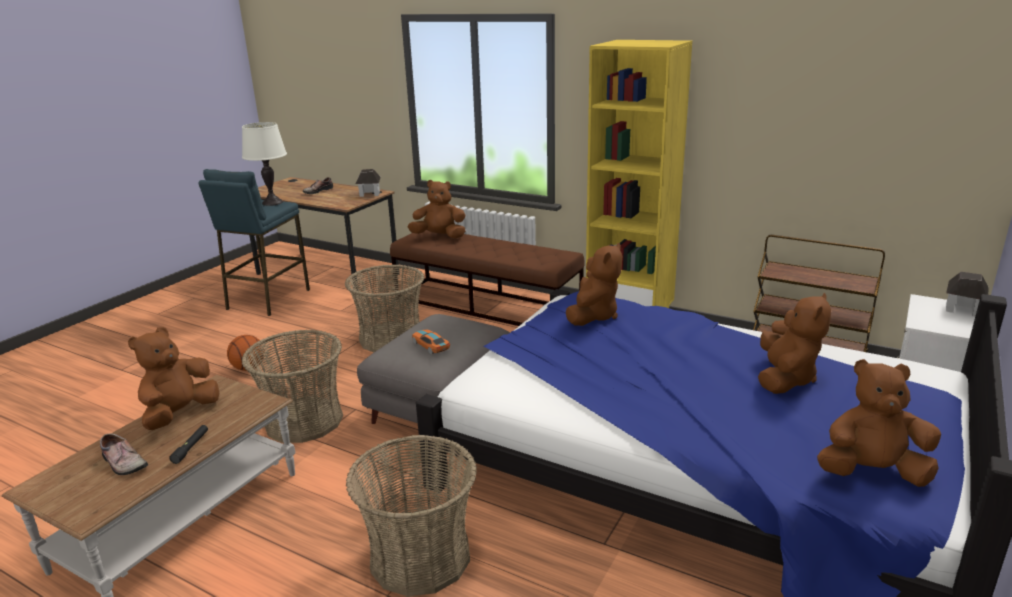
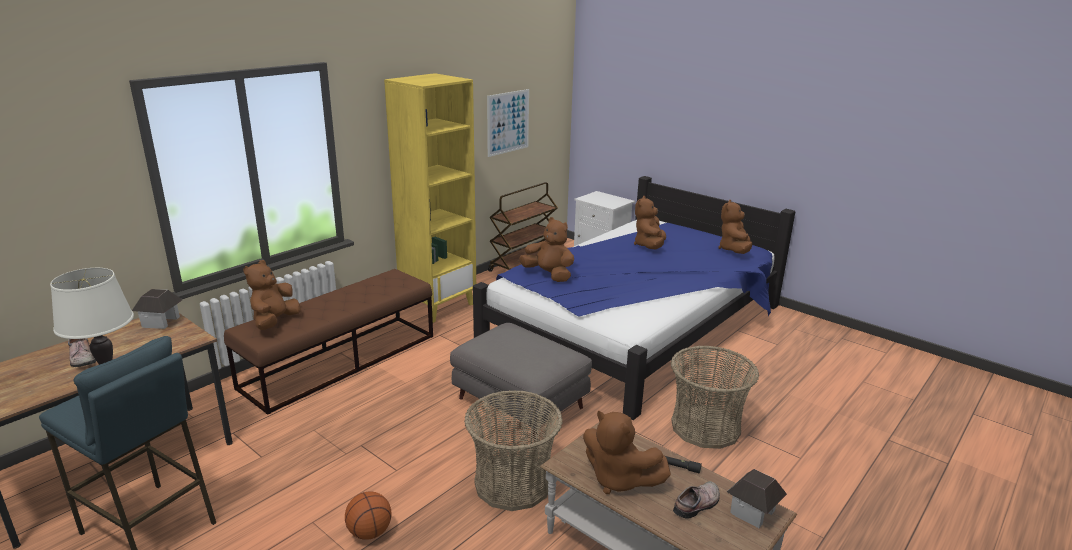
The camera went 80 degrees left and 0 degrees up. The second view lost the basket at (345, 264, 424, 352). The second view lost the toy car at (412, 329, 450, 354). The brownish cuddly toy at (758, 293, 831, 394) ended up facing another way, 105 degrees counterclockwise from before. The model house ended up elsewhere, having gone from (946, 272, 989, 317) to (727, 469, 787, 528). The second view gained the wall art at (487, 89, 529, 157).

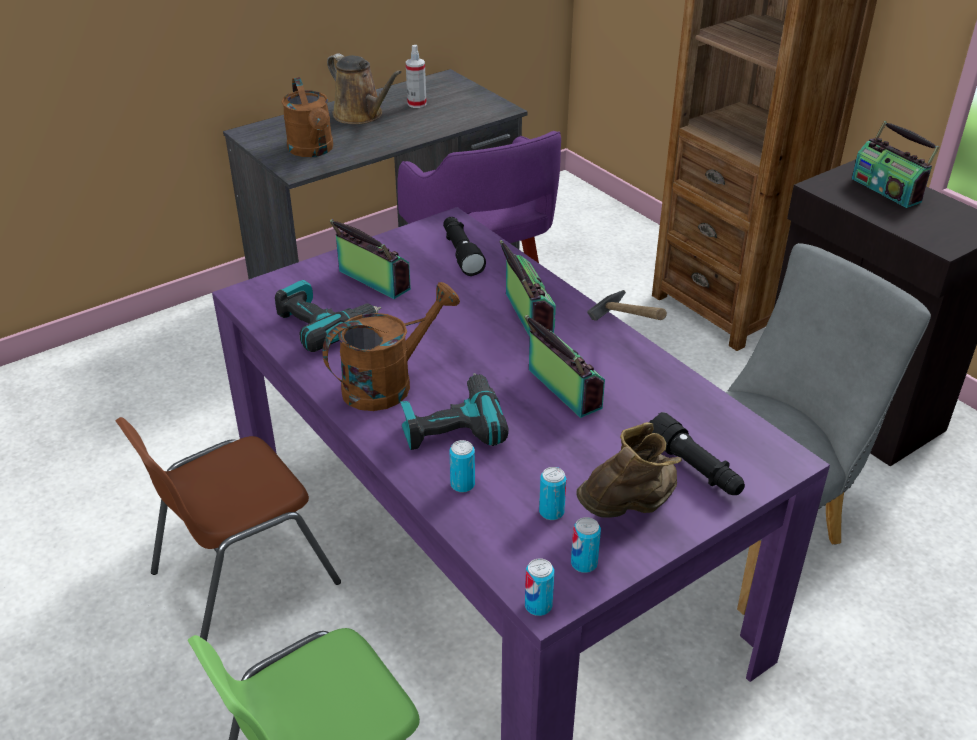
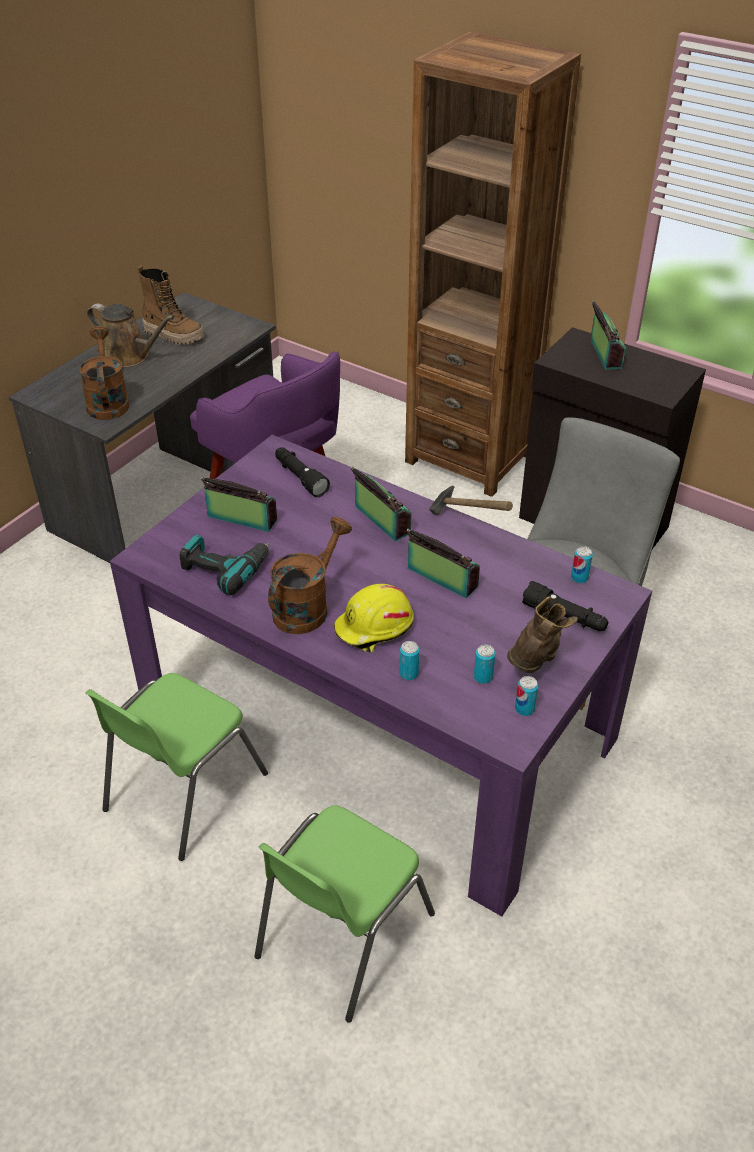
The camera went 20 degrees left and 5 degrees up. What was the brownish upright chair at (115, 417, 341, 641) turned into the greenish upright chair at (85, 673, 268, 861). The brownish sprinkling can at (282, 77, 333, 157) ended up facing another way, 150 degrees counterclockwise from before. Where the drill stood at (400, 373, 509, 450), the yellowish safety helmet came to stand at (334, 584, 414, 653). Where the spray bottle stood at (406, 45, 427, 108), the high-top boot came to stand at (138, 266, 204, 345). The sealed can ended up elsewhere, having gone from (525, 559, 554, 616) to (571, 546, 593, 583). The radio receiver at (852, 121, 940, 208) ended up facing another way, 135 degrees counterclockwise from before.

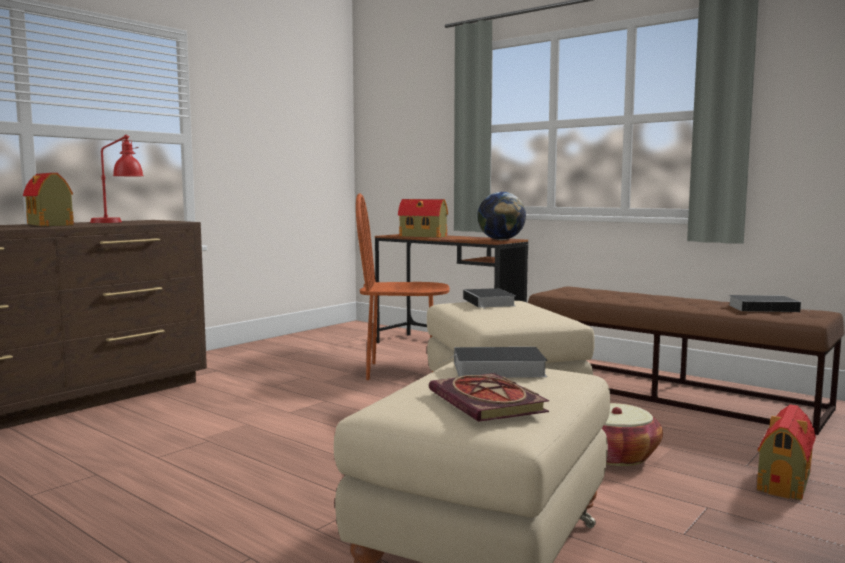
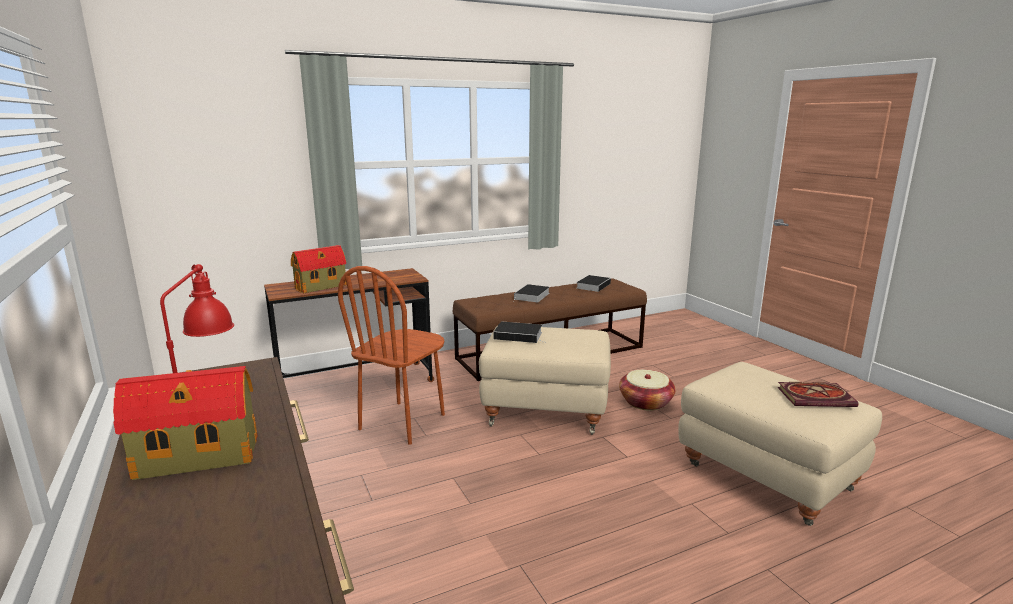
The camera went 65 degrees left and 10 degrees up. The volume ended up elsewhere, having gone from (439, 347, 548, 378) to (513, 284, 549, 302). The second view lost the globe at (477, 192, 526, 240). The second view lost the model house at (757, 404, 816, 500).

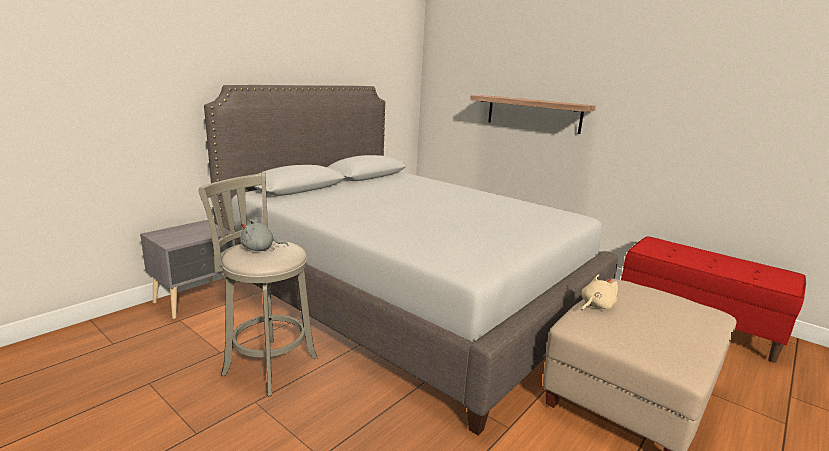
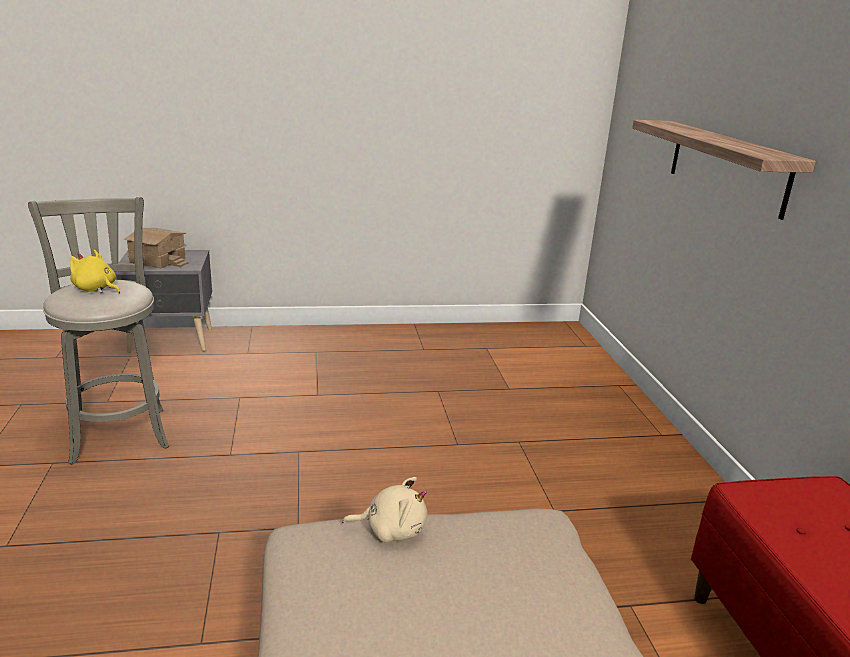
The camera went 40 degrees right and 5 degrees up. The second view lost the gray sleeping bed at (204, 85, 618, 435). What was the gray cuddly toy at (240, 219, 288, 251) turned into the yellowish cuddly toy at (70, 250, 120, 293). The second view gained the model house at (124, 228, 188, 268).

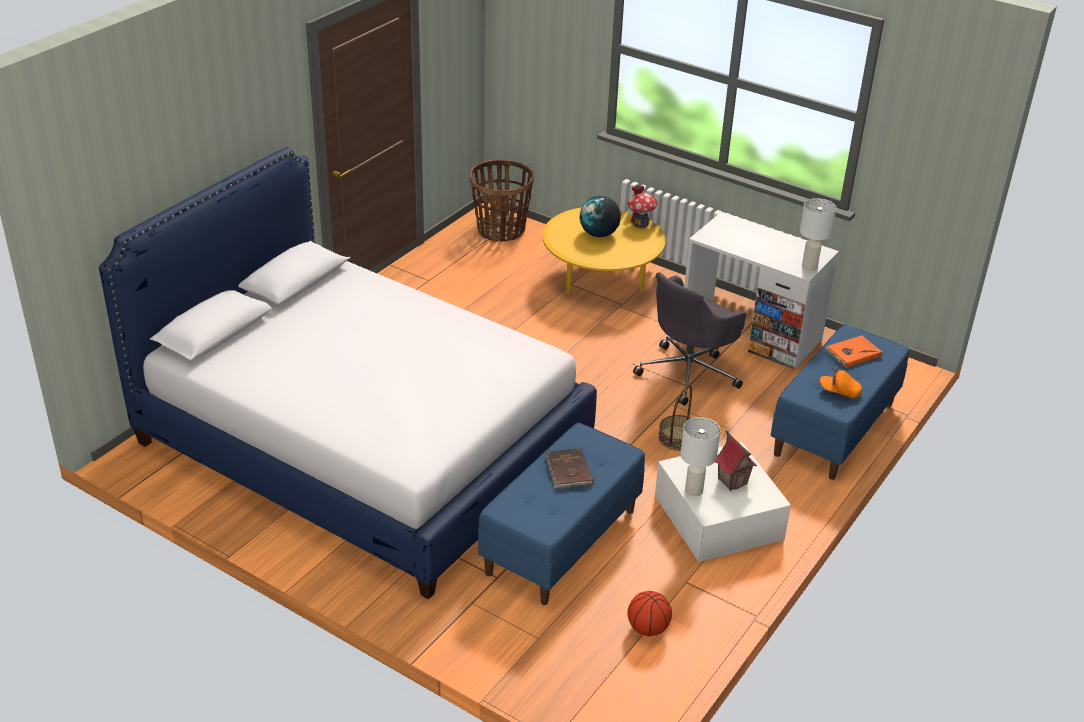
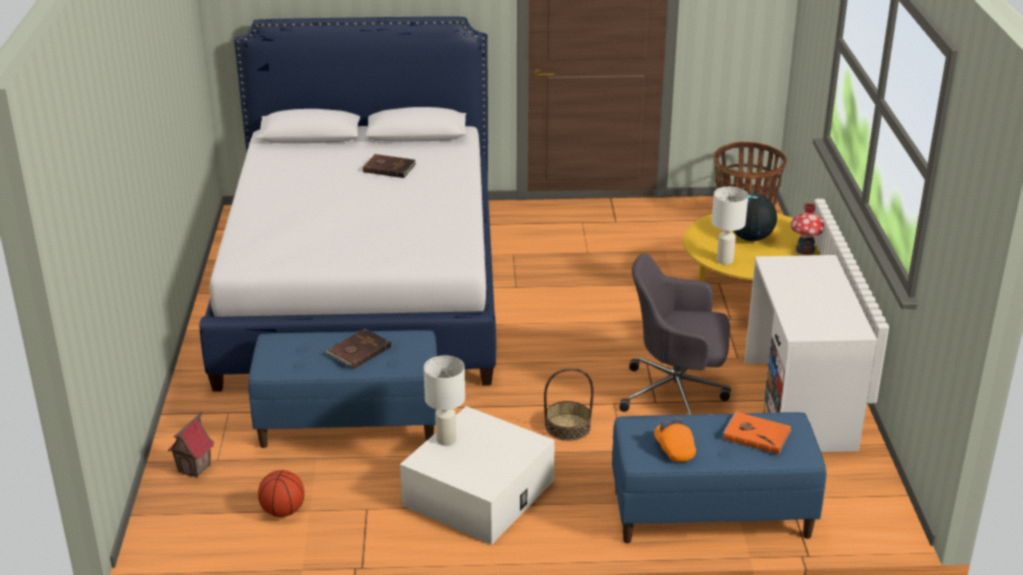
The camera went 55 degrees right and 5 degrees down. The model house ended up elsewhere, having gone from (715, 430, 757, 491) to (168, 411, 215, 478). The whitish tabletop lamp ended up elsewhere, having gone from (800, 198, 836, 271) to (711, 187, 748, 265). The second view gained the brownish volume at (363, 154, 416, 178).

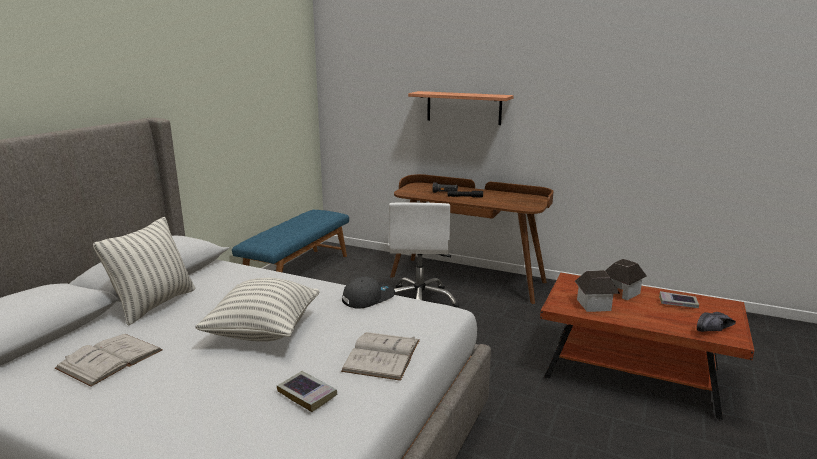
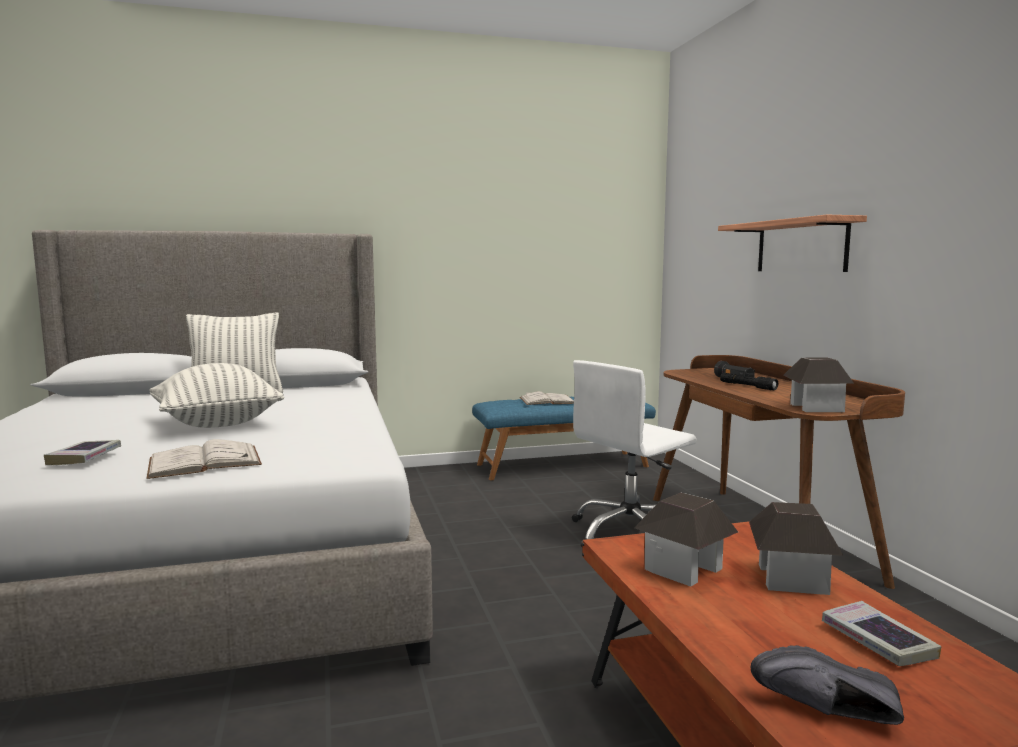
The camera went 50 degrees right and 10 degrees down. The whitish volume ended up elsewhere, having gone from (54, 334, 163, 387) to (520, 391, 574, 405). The second view lost the gray cap at (342, 276, 395, 309). The second view gained the model house at (784, 358, 854, 412).

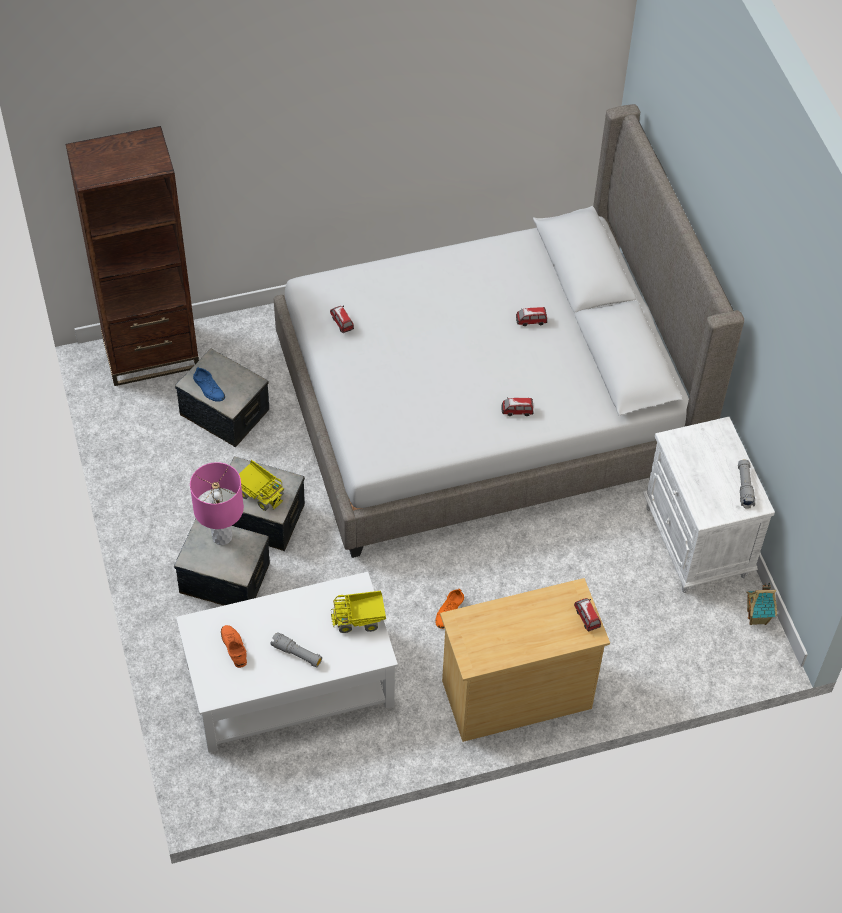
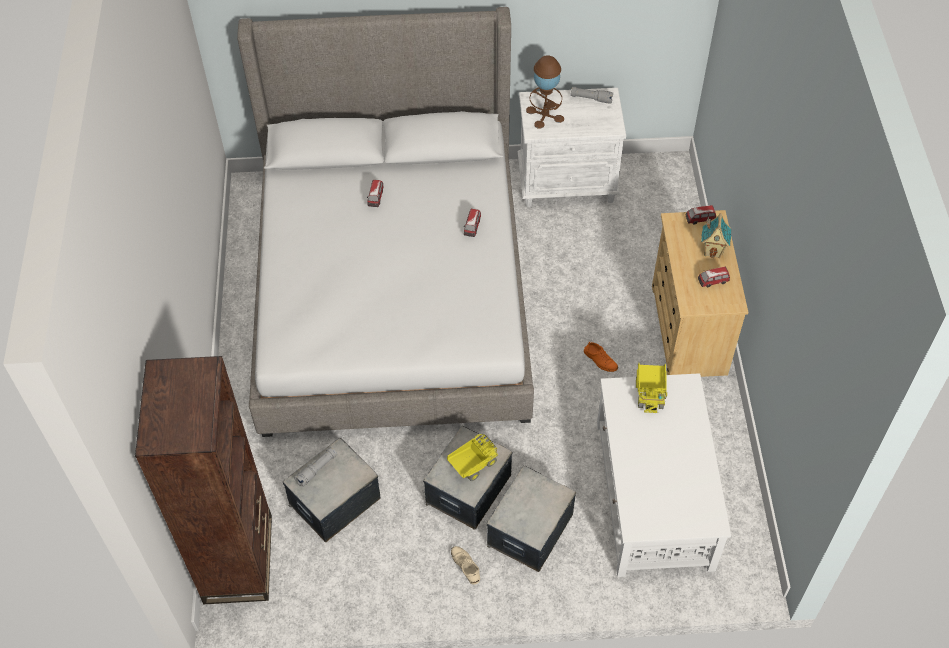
The camera went 75 degrees left and 0 degrees up. The second view lost the pink-coloured tabletop lamp at (190, 462, 244, 545). The second view lost the bluish item of footwear at (193, 367, 225, 401). The second view lost the orange item of footwear at (221, 625, 247, 668). The gray hand torch ended up elsewhere, having gone from (270, 632, 322, 667) to (294, 447, 337, 487). The toy car ended up elsewhere, having gone from (330, 306, 354, 333) to (698, 266, 730, 287). The model house ended up elsewhere, having gone from (746, 582, 777, 625) to (701, 213, 731, 258). The second view gained the beige-coloured item of footwear at (451, 546, 480, 585). The second view gained the brownish tabletop lamp at (526, 55, 564, 129).

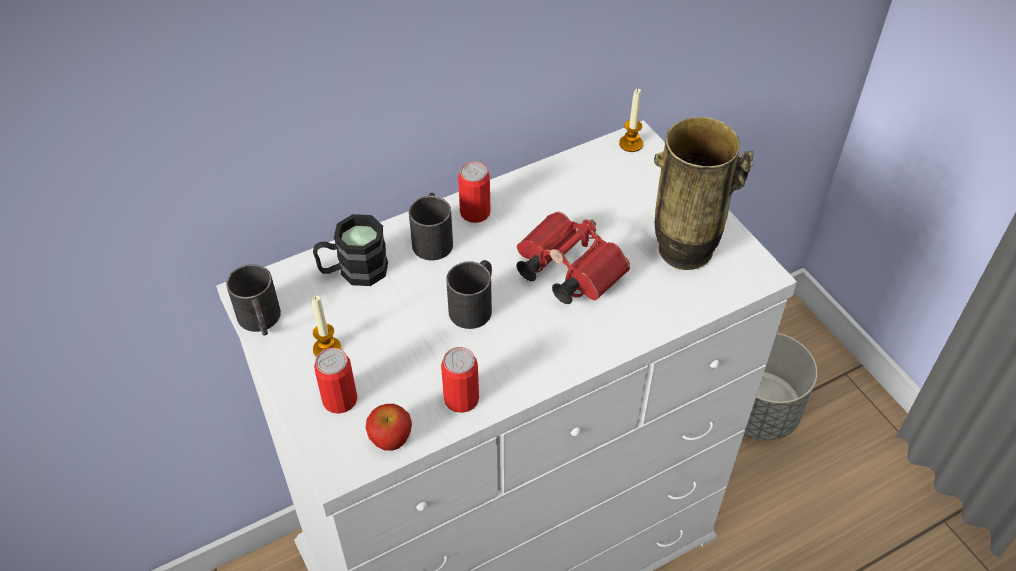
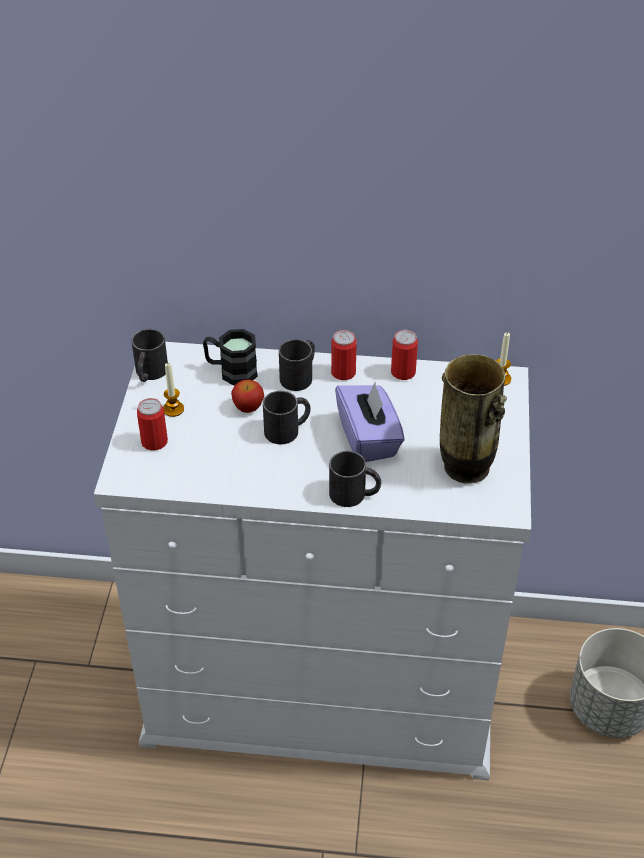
The camera went 35 degrees right and 5 degrees down. The apple ended up elsewhere, having gone from (366, 404, 412, 451) to (231, 380, 264, 413). The sealed can ended up elsewhere, having gone from (441, 347, 479, 413) to (391, 330, 418, 380). Where the red-coloured binoculars stood at (517, 212, 630, 304), the purple-coloured tissue box came to stand at (335, 382, 405, 462). The second view gained the black mug at (329, 451, 381, 507).

